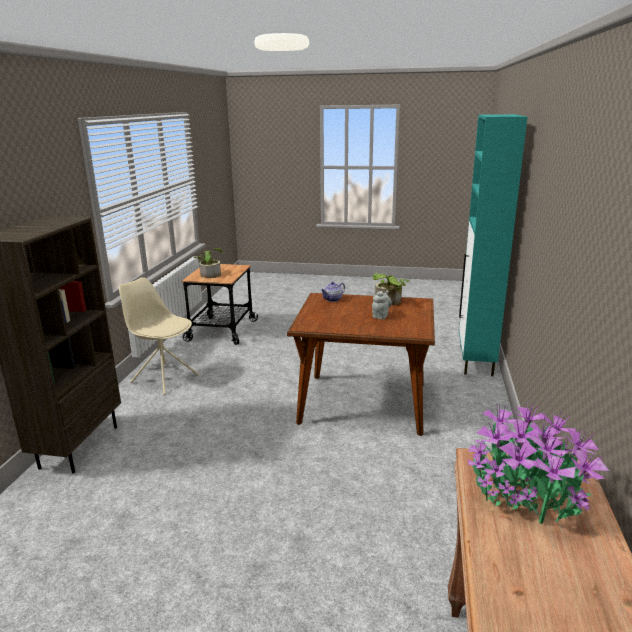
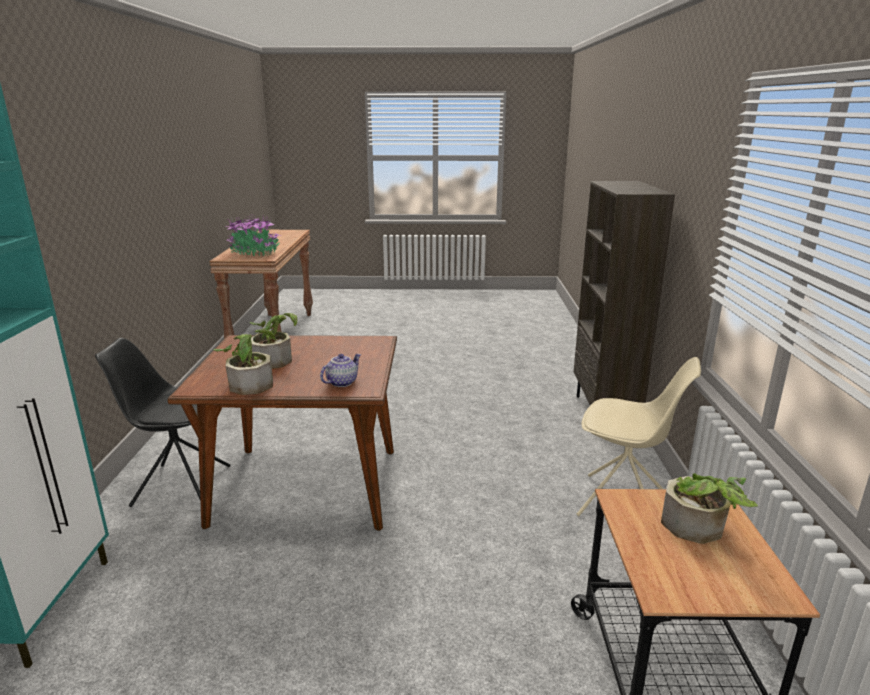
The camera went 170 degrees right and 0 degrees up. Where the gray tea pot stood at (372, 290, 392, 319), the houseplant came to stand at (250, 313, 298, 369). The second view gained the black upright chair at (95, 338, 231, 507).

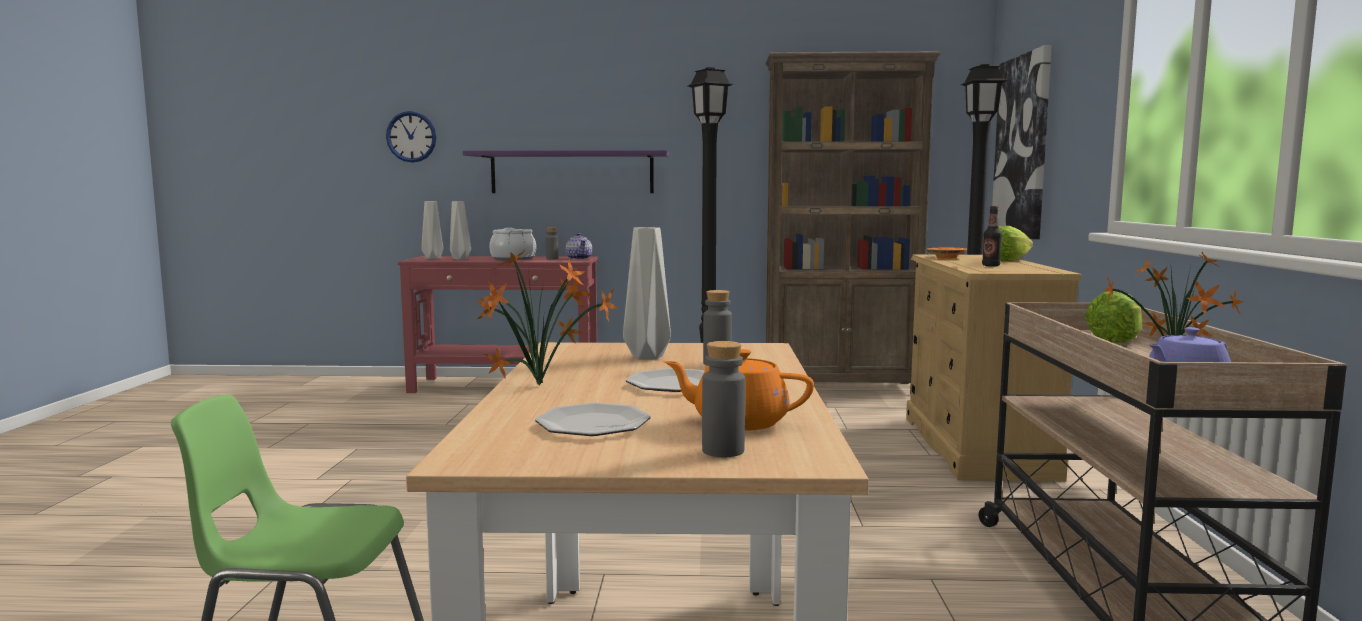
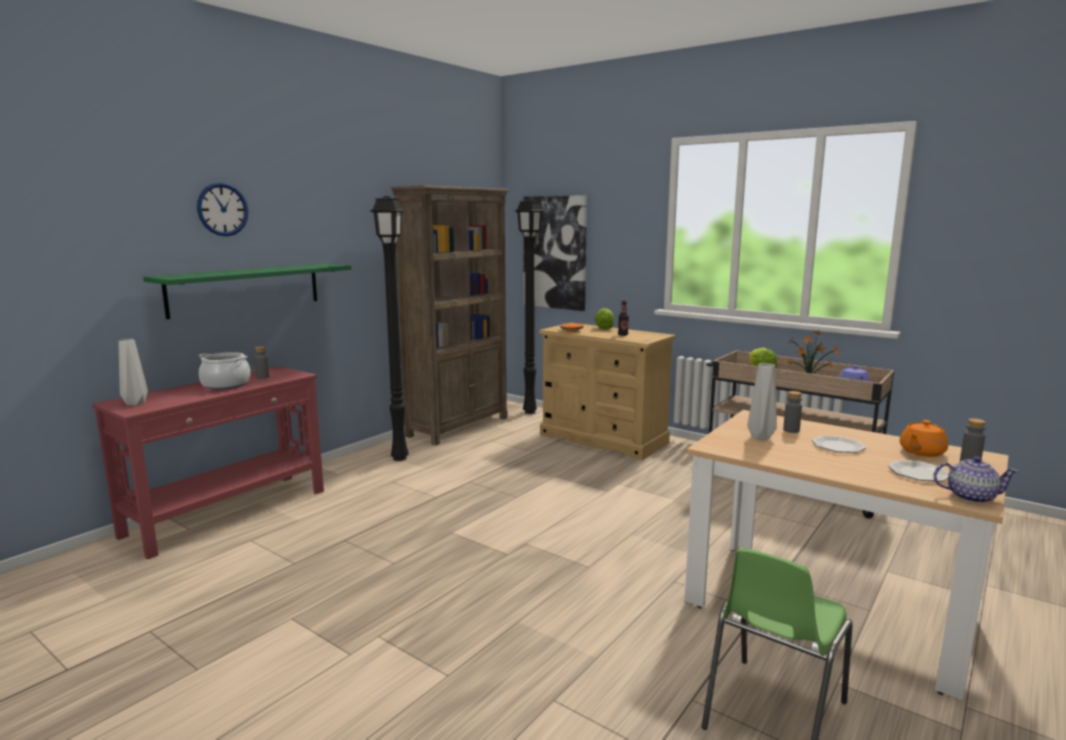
The camera went 55 degrees left and 5 degrees up. The clock on the wall ended up elsewhere, having gone from (386, 111, 436, 163) to (197, 183, 248, 236). The second view lost the gray flower vase at (450, 201, 471, 260). What was the purple-coloured wall shelf at (463, 150, 669, 193) turned into the greenish wall shelf at (143, 264, 351, 319). The second view lost the houseplant at (478, 249, 617, 386). The tea pot ended up elsewhere, having gone from (566, 233, 592, 260) to (933, 456, 1018, 503).

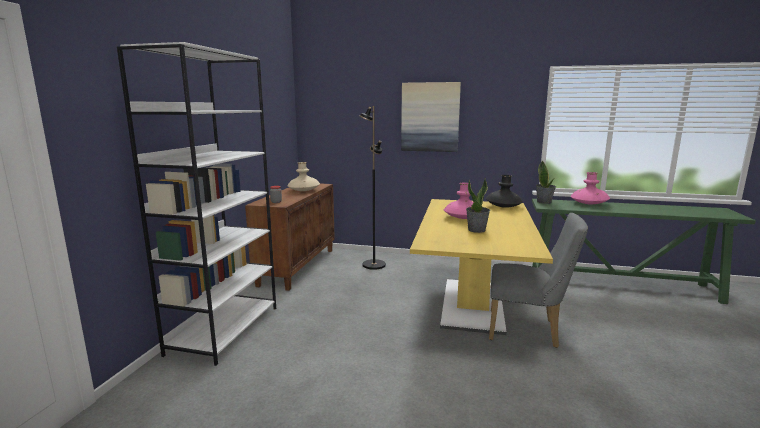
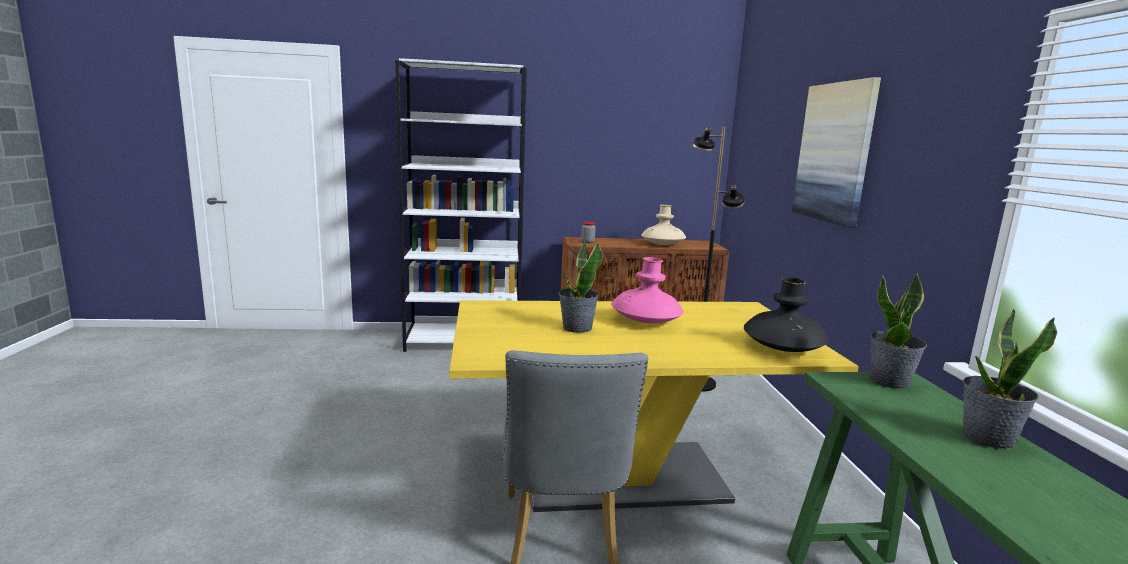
The camera went 70 degrees right and 0 degrees up. Where the pink-coloured flower vase stood at (571, 172, 610, 205), the houseplant came to stand at (963, 309, 1057, 450).

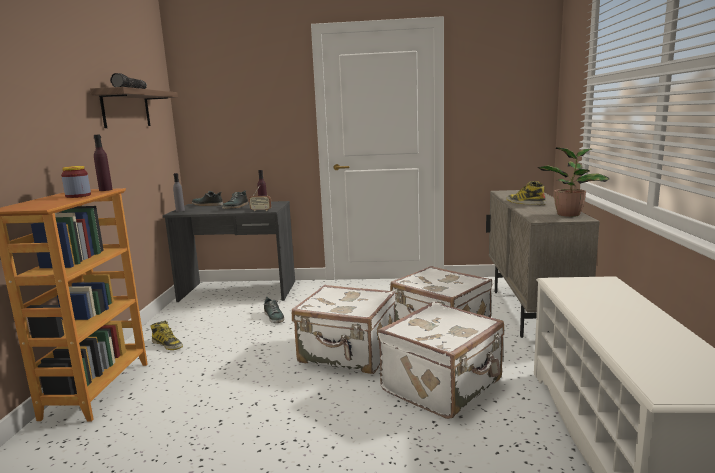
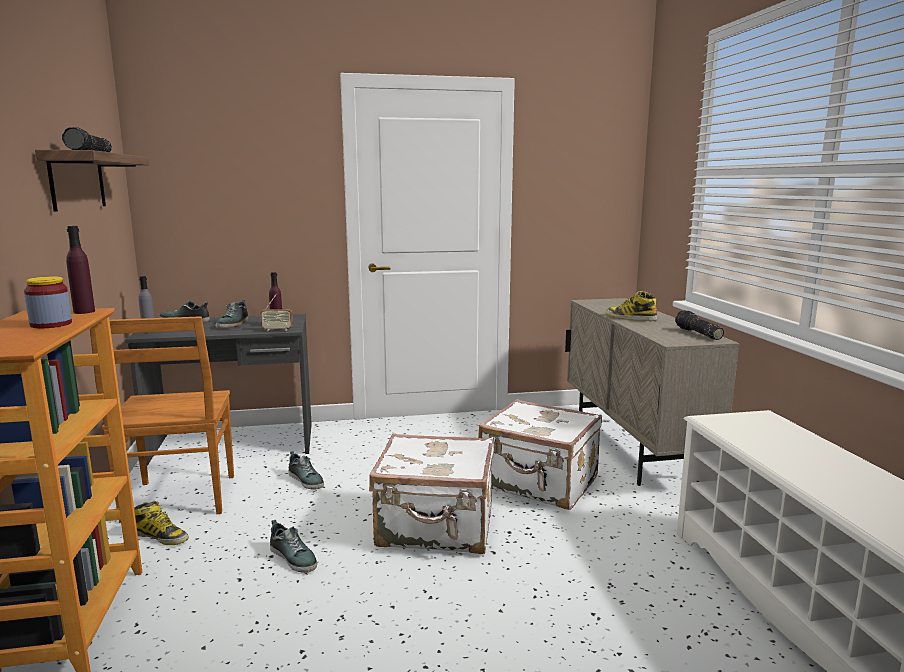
The camera went 15 degrees left and 0 degrees up. The second view lost the whitish travel case at (378, 301, 504, 419). Where the houseplant stood at (538, 147, 609, 217), the hand torch came to stand at (675, 310, 724, 340). The second view gained the brownish upright chair at (90, 316, 234, 523). The second view gained the item of footwear at (270, 520, 317, 573).

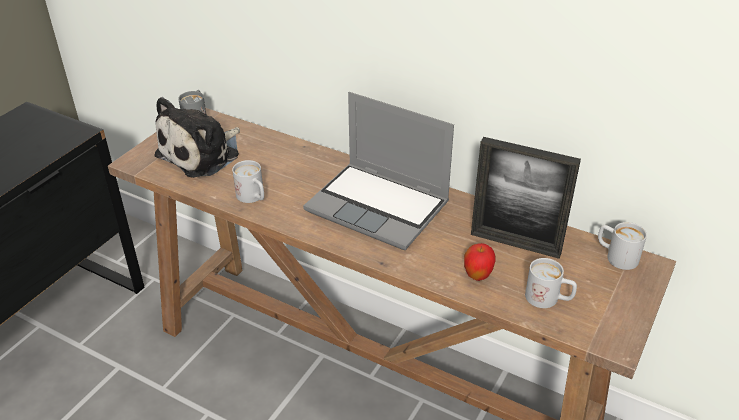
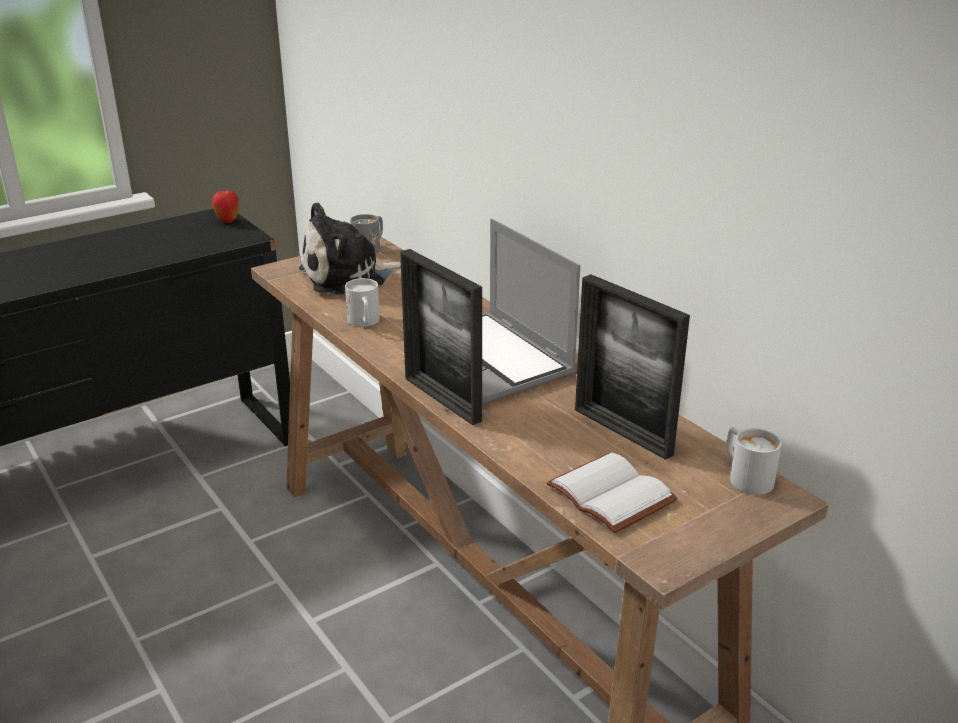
The camera went 25 degrees right and 10 degrees down. The apple ended up elsewhere, having gone from (464, 243, 496, 281) to (212, 191, 239, 223). Where the whitish mug stood at (525, 258, 577, 308), the whitish volume came to stand at (546, 453, 678, 533). The second view gained the picture frame at (400, 249, 482, 425).

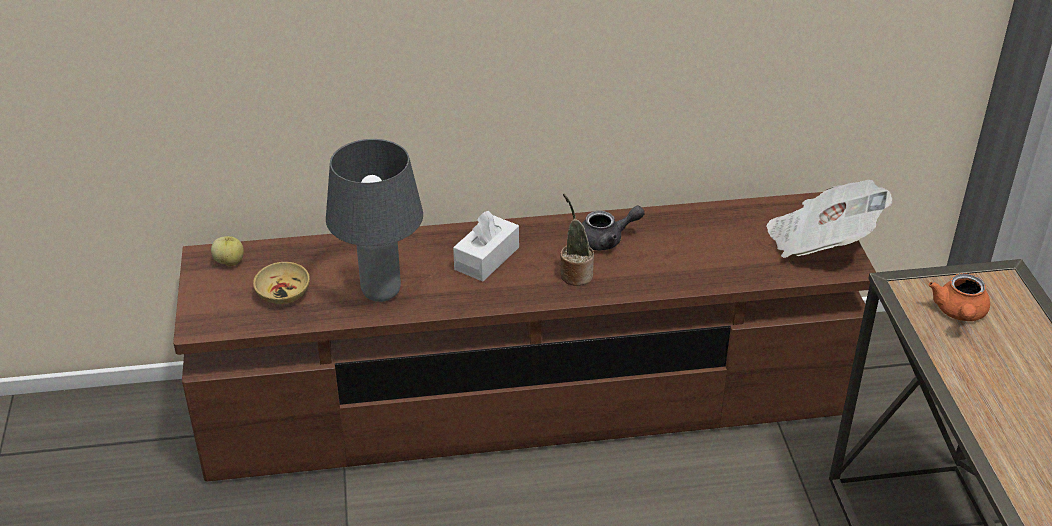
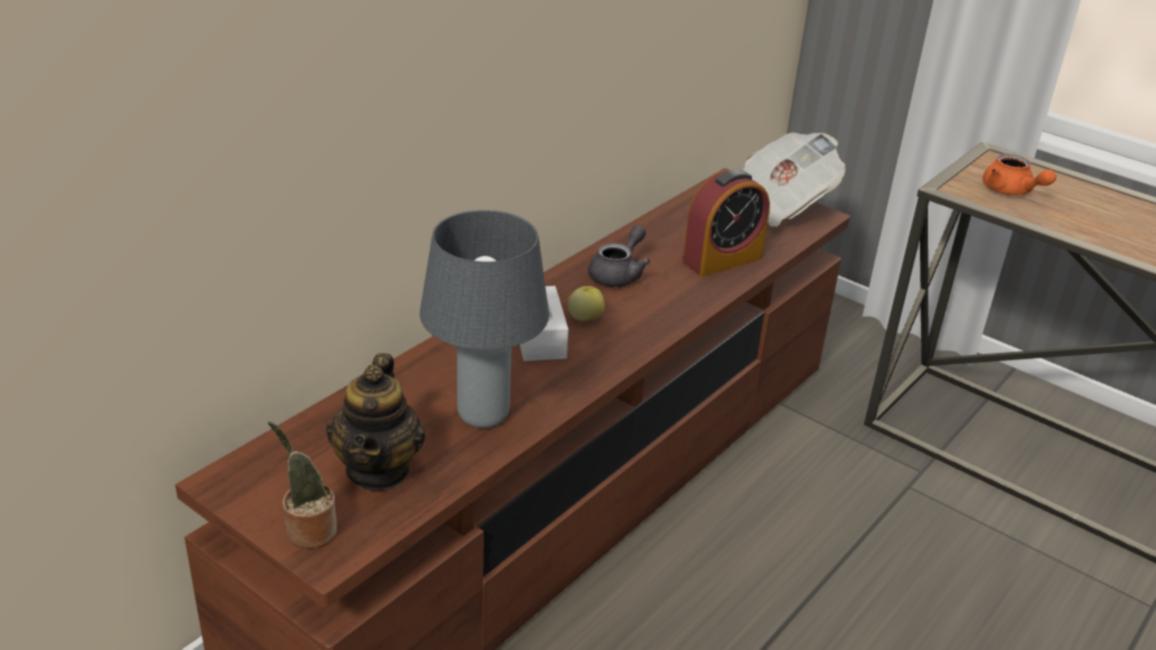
The camera went 45 degrees left and 5 degrees down. The apple ended up elsewhere, having gone from (211, 236, 244, 266) to (568, 286, 605, 321). Where the beige-coloured serving bowl stood at (253, 262, 310, 304), the tea pot came to stand at (326, 353, 425, 491). The houseplant ended up elsewhere, having gone from (560, 193, 594, 286) to (268, 421, 337, 549). The second view gained the alarm clock at (682, 169, 770, 276).

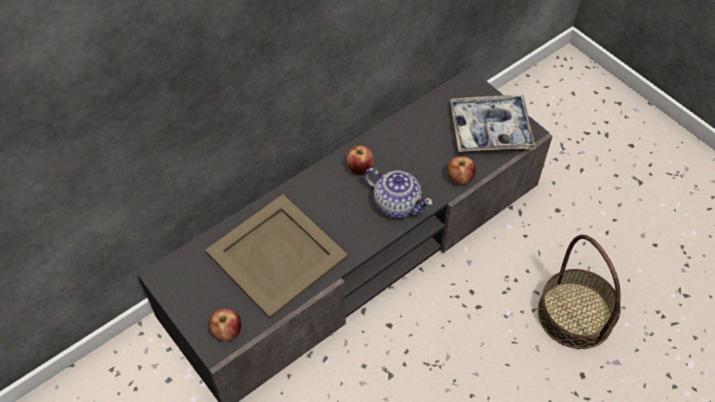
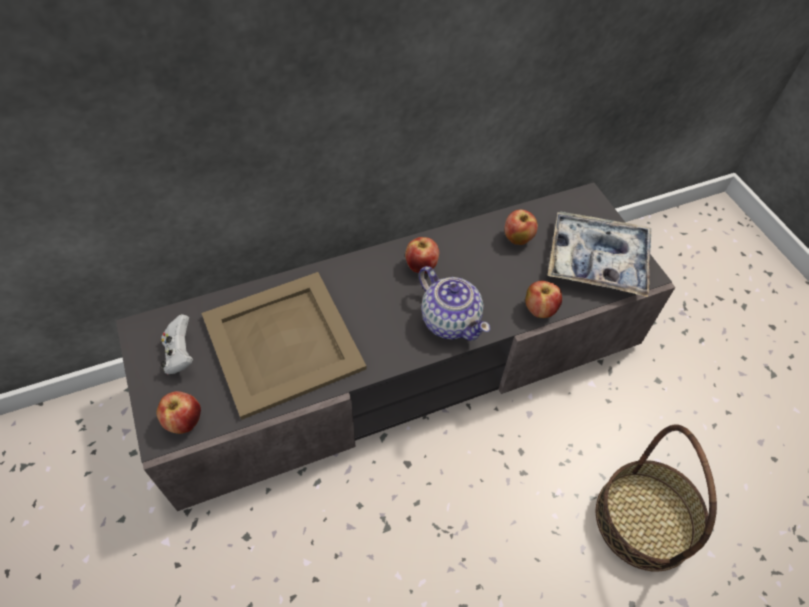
The camera went 15 degrees right and 0 degrees up. The second view gained the whitish game controller at (161, 314, 193, 375). The second view gained the apple at (504, 210, 538, 245).

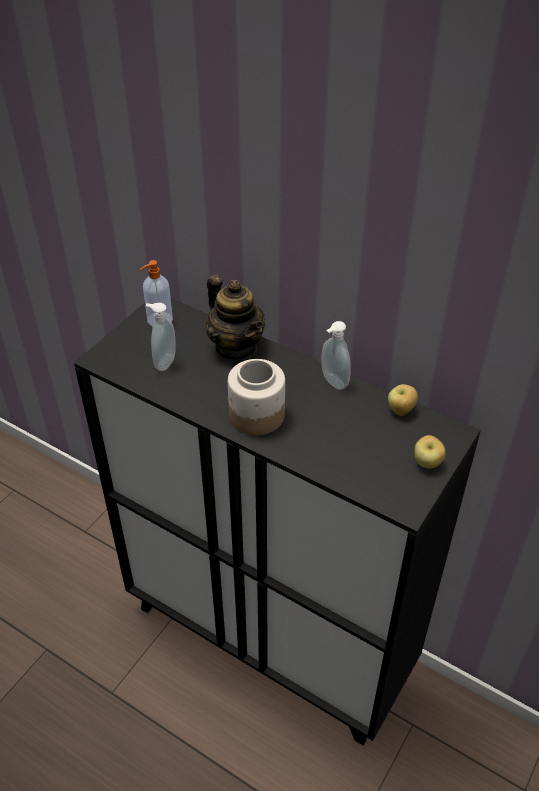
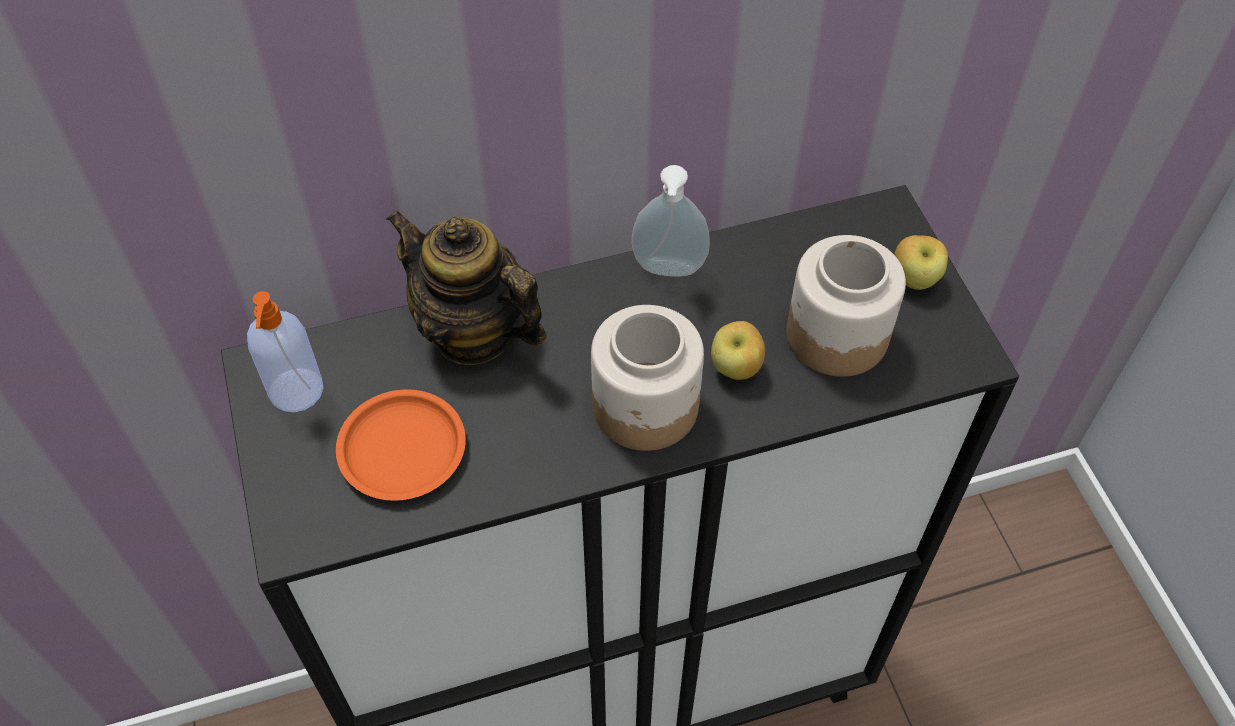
The camera went 50 degrees left and 10 degrees up. Where the soap dispenser stood at (146, 303, 176, 371), the orange flat dish came to stand at (336, 389, 466, 501). The tea pot at (206, 275, 265, 360) ended up facing another way, 150 degrees counterclockwise from before. The apple ended up elsewhere, having gone from (388, 384, 418, 416) to (711, 321, 765, 380). The second view gained the jar at (787, 235, 906, 377).

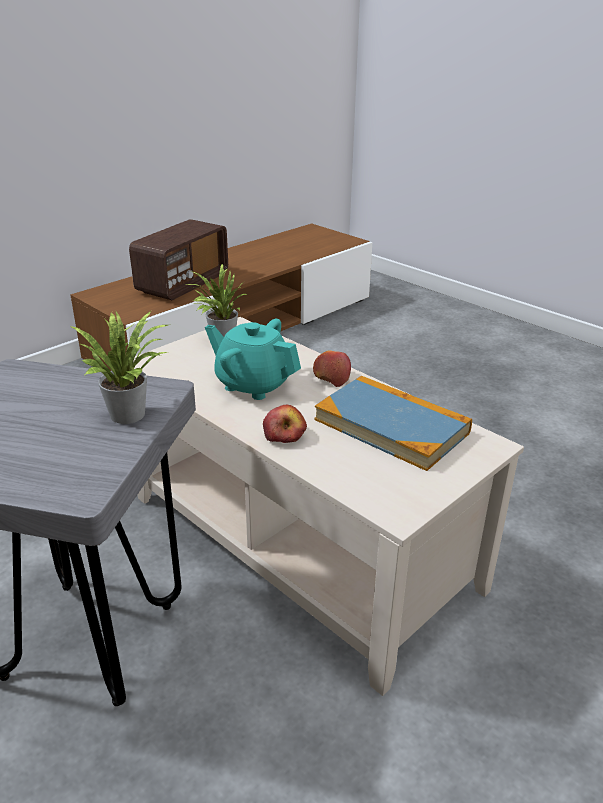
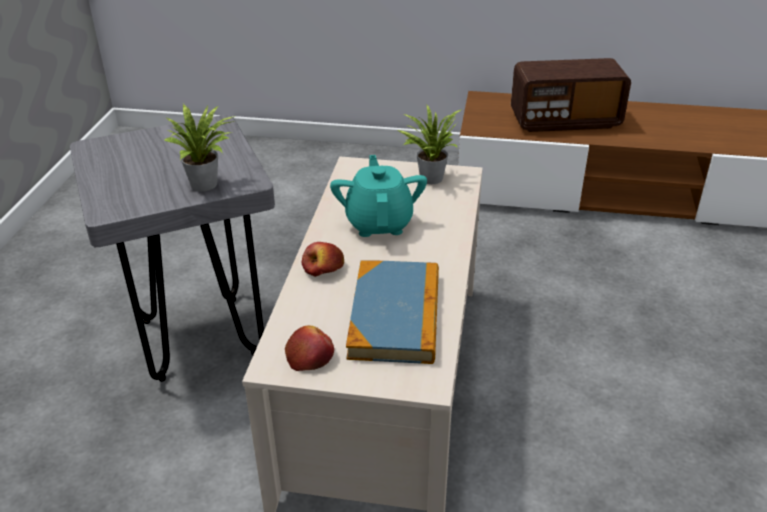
The camera went 55 degrees right and 5 degrees up. The apple ended up elsewhere, having gone from (313, 350, 351, 387) to (285, 326, 334, 371).

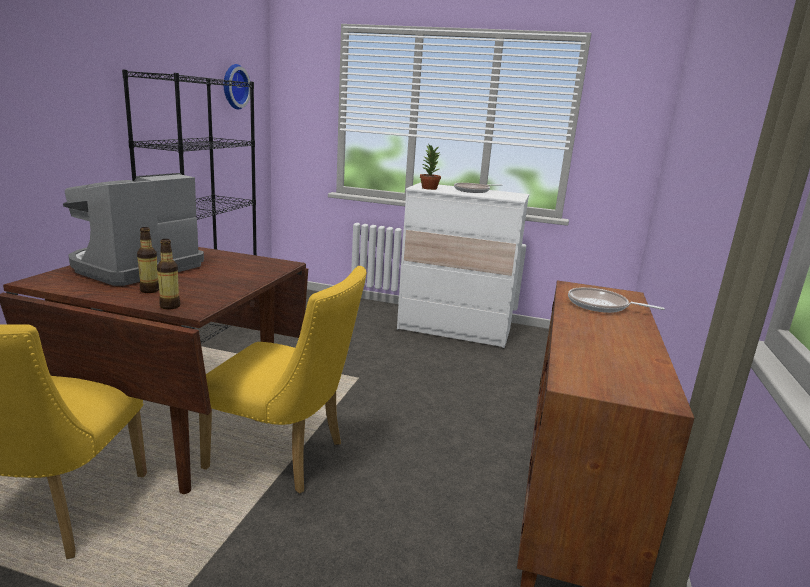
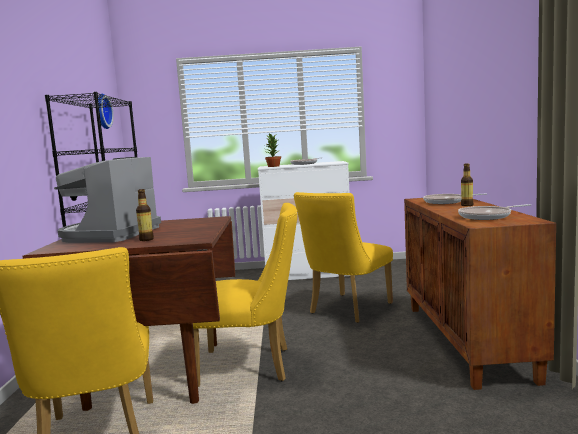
The camera went 15 degrees left and 10 degrees down. The drink bottle ended up elsewhere, having gone from (157, 239, 180, 309) to (461, 163, 473, 206). The second view gained the yellowish upright chair at (294, 192, 393, 323). The second view gained the skillet at (458, 204, 531, 220).

